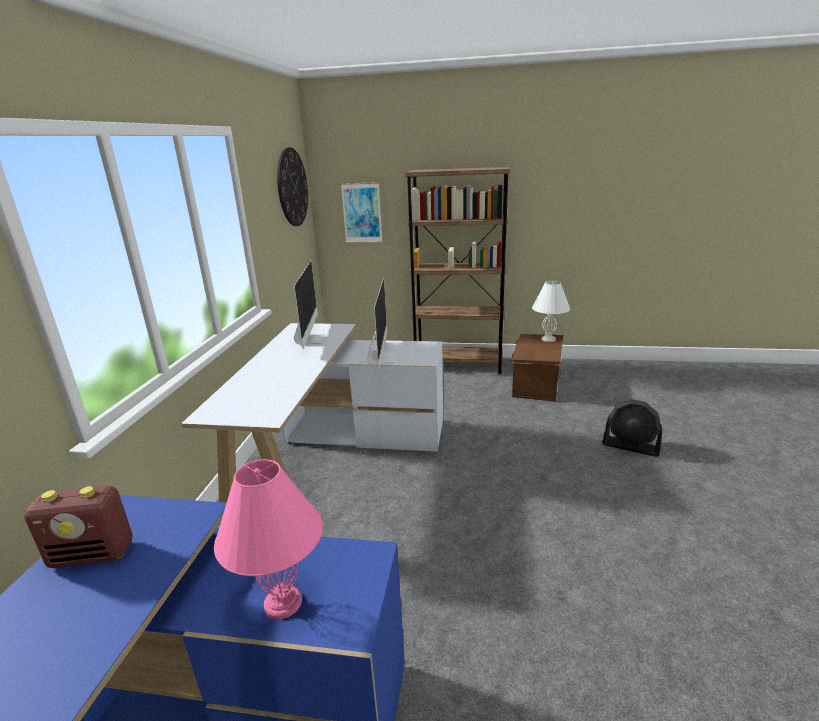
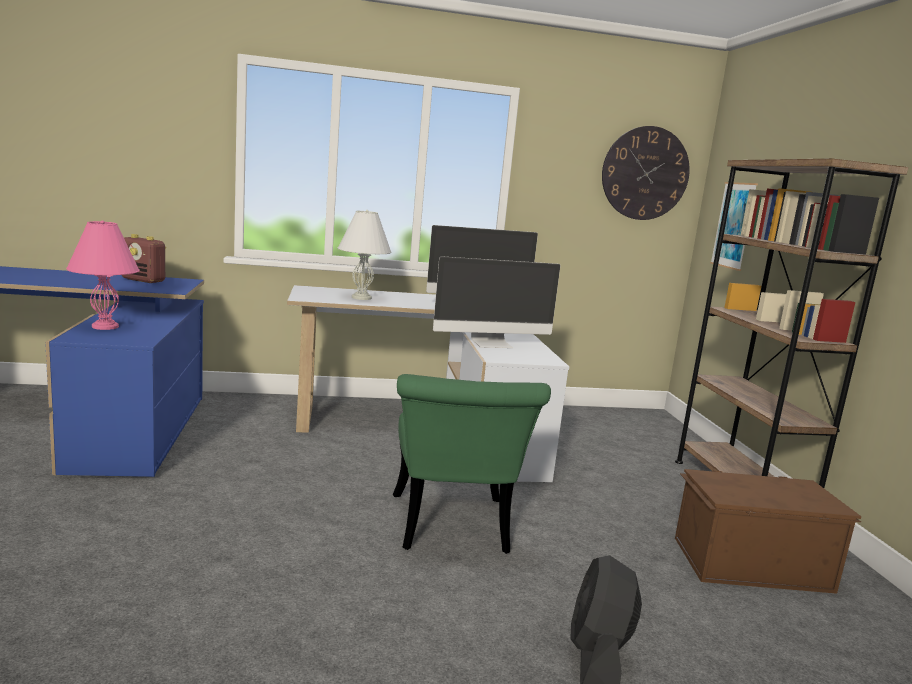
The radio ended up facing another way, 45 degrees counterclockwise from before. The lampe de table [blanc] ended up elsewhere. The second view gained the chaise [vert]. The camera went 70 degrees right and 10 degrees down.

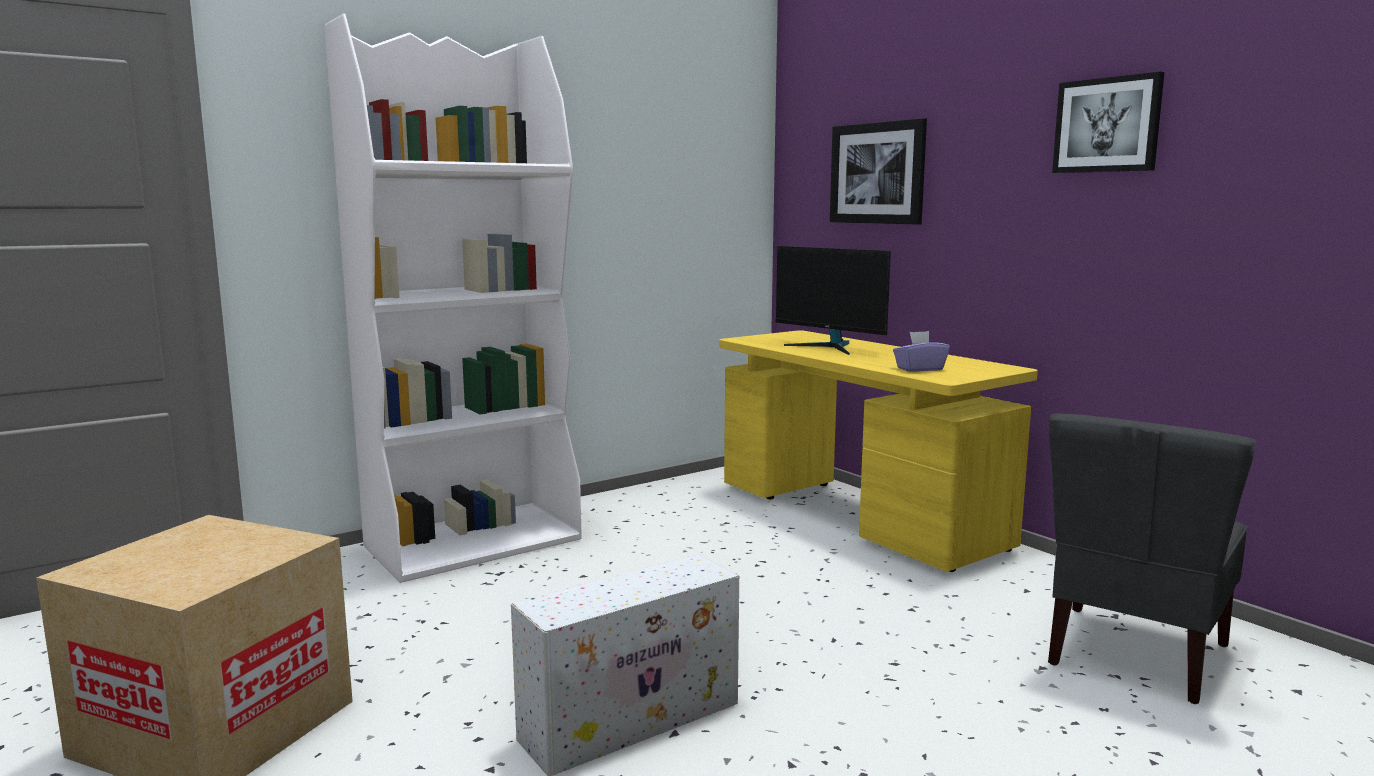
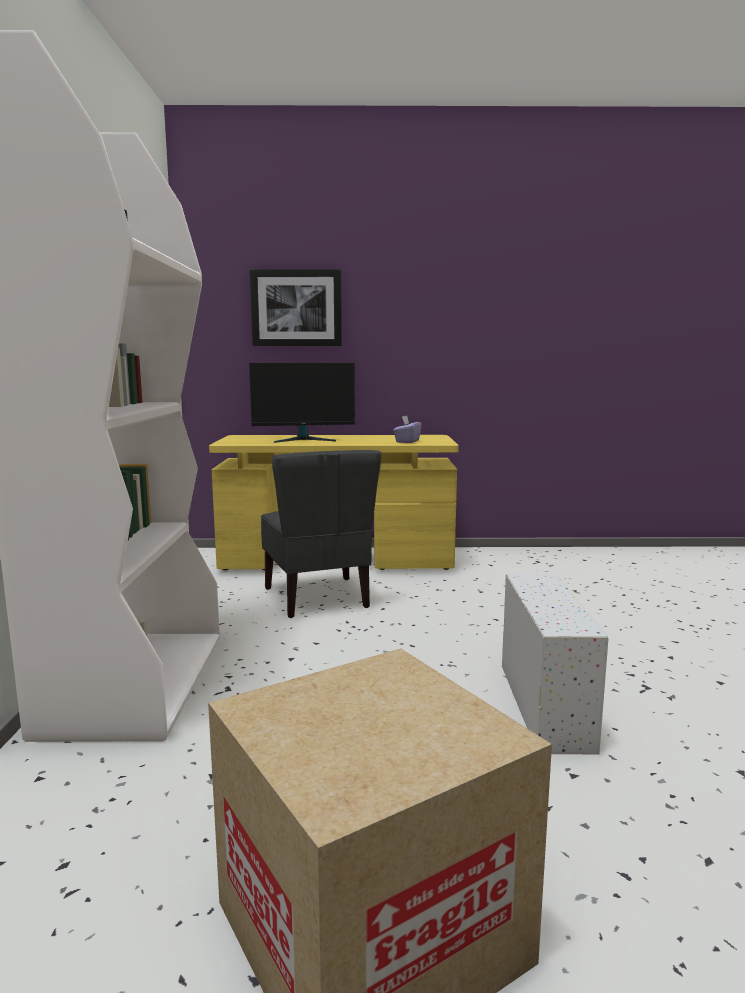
The chaise [gris] ended up elsewhere. The second view lost the tableau (no. 2 from left). The camera went 55 degrees left and 0 degrees up.

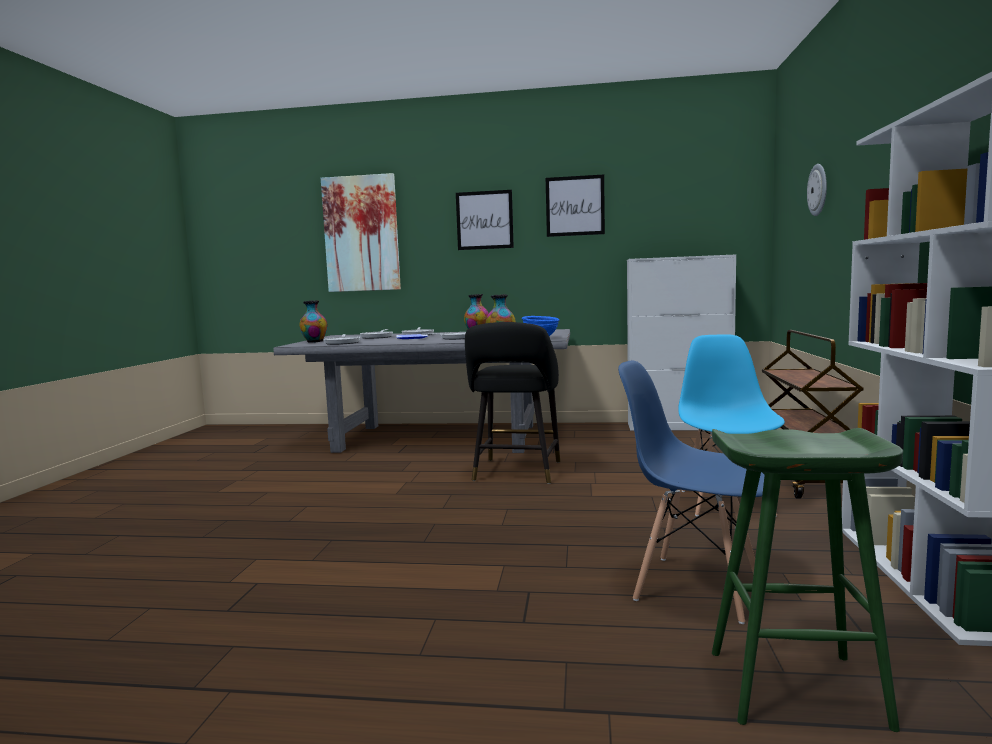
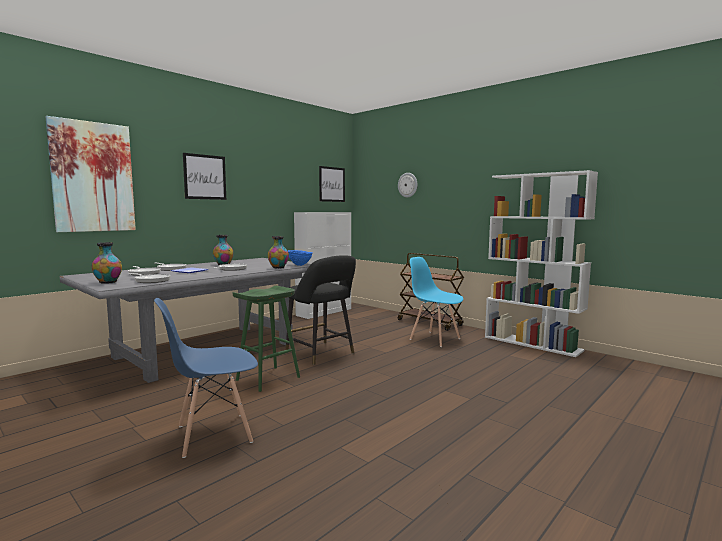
The tableau (no. 3 from left) ended up elsewhere. The chaise [bleu] (no. 1 from left) ended up elsewhere. The tabouret [vert] ended up elsewhere. The camera went 55 degrees left and 0 degrees up.

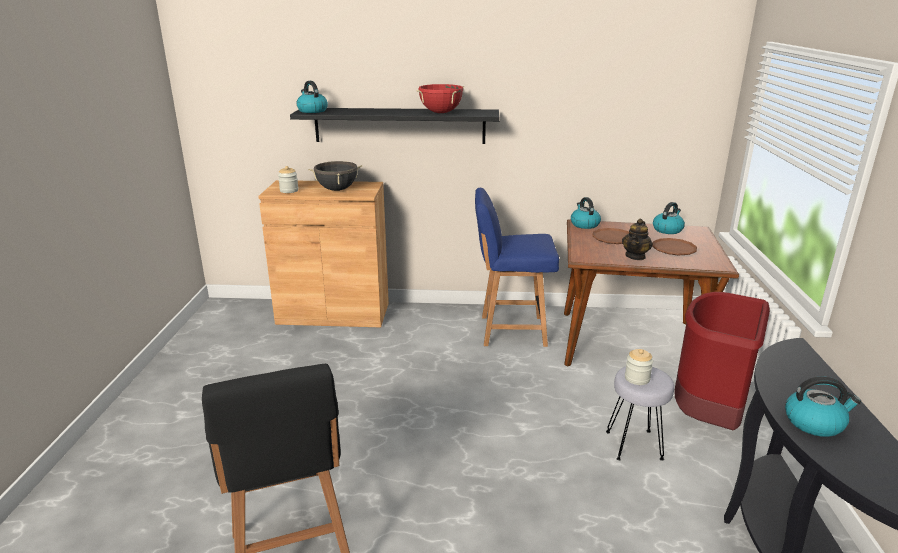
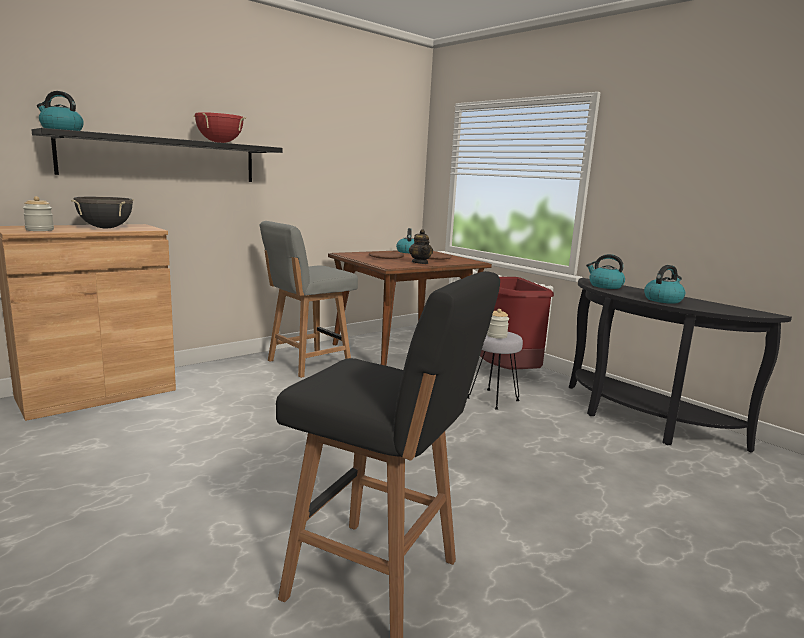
What was the chaise [bleu] turned into the chaise [gris]. The bouilloire (no. 2 from left in the first image) ended up elsewhere. The camera went 45 degrees left and 10 degrees down.

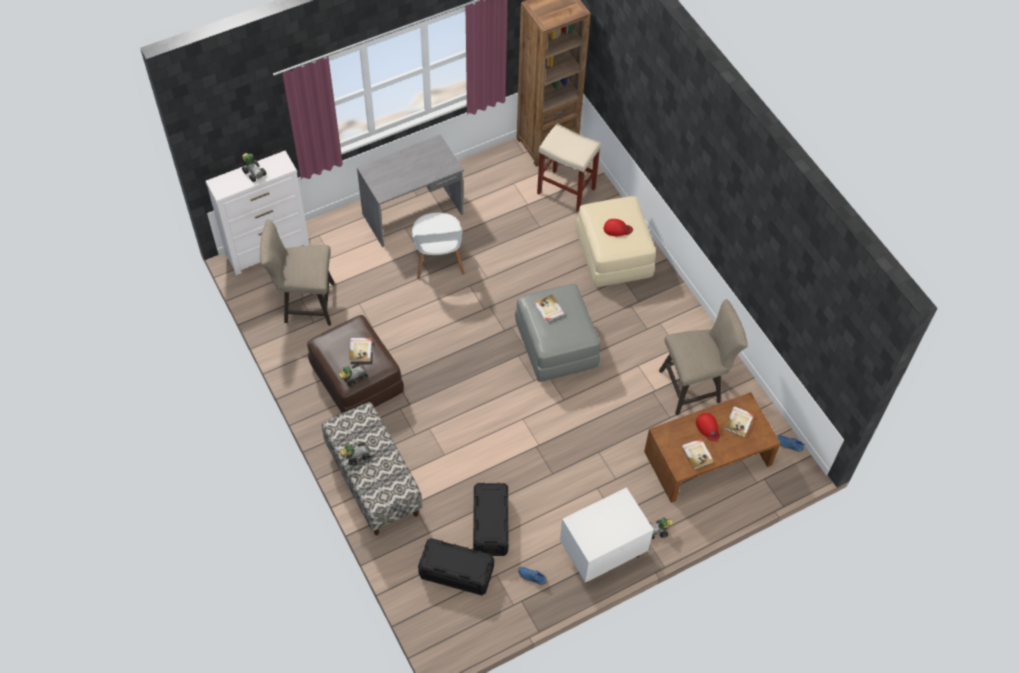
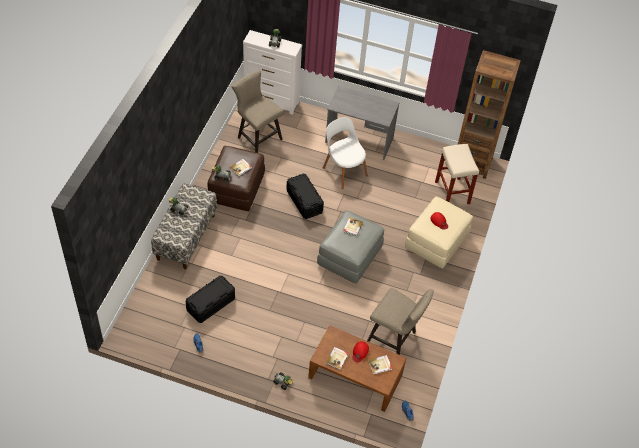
The chaise [blanc] ended up facing another way, 105 degrees clockwise from before. The boîte de rangement [noir] (no. 1 from left in the first image) ended up elsewhere. The second view lost the table de chevet [blanc]. The camera went 45 degrees right and 5 degrees down.

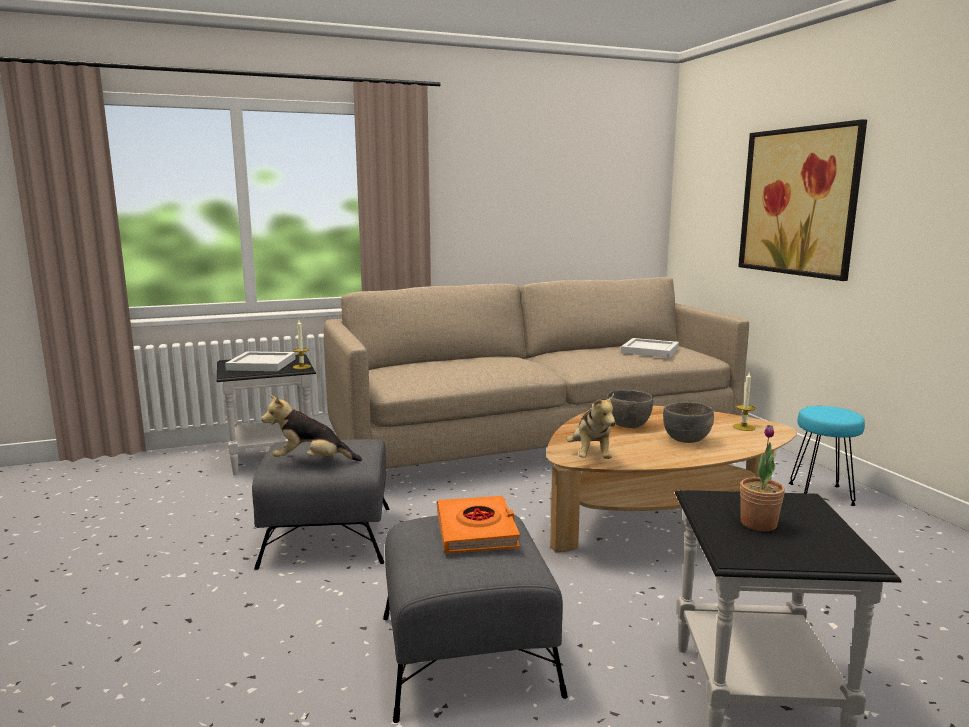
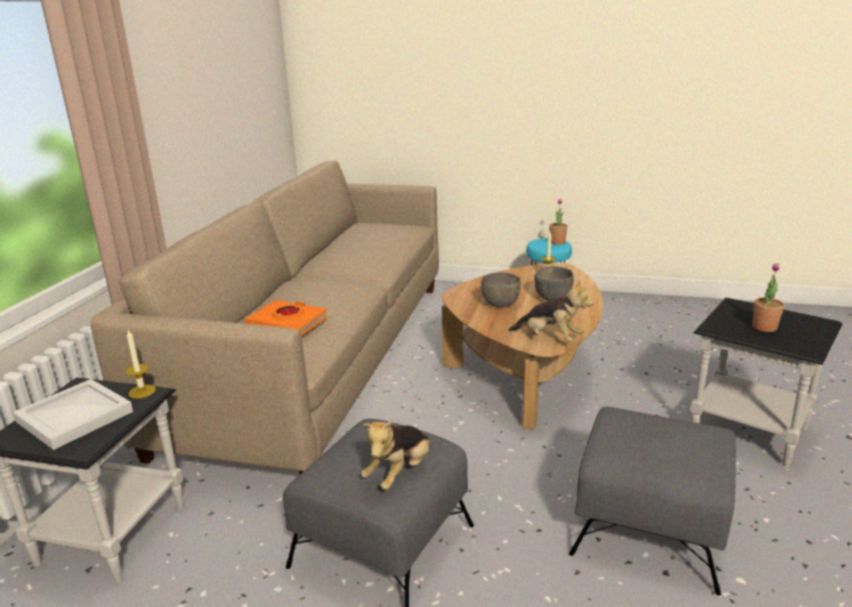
The livre [orange] ended up elsewhere. The second view lost the plateau [blanc] (no. 2 from left). The second view lost the tableau. The second view gained the plante en pot (no. 1 from left). The camera went 55 degrees left and 10 degrees up.

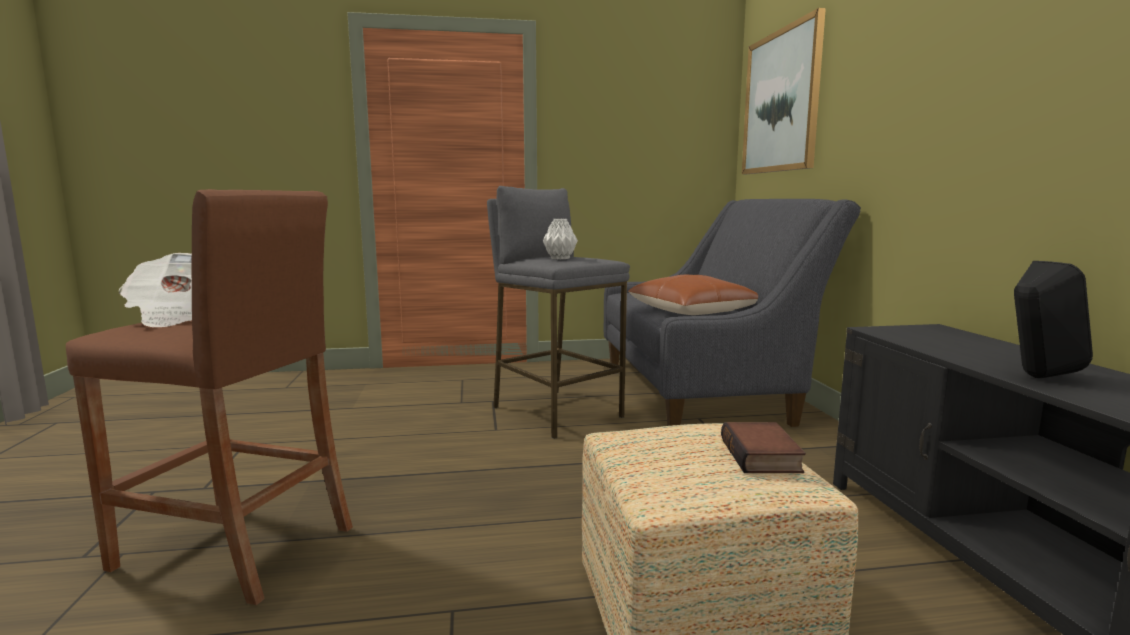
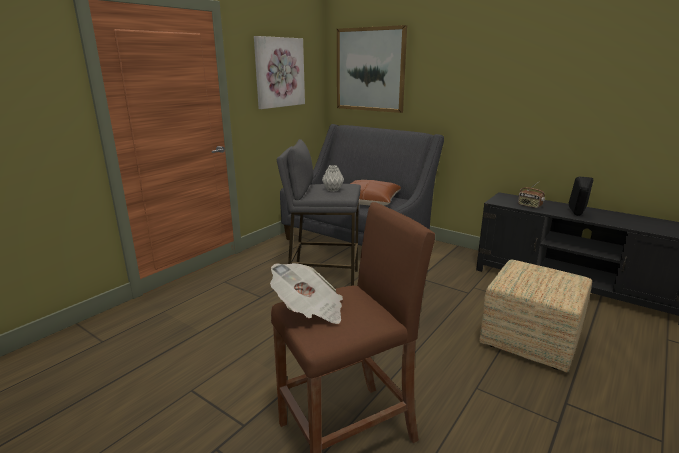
The second view lost the livre. The second view gained the tableau (no. 1 from left). The second view gained the radio. The camera went 45 degrees left and 10 degrees up.

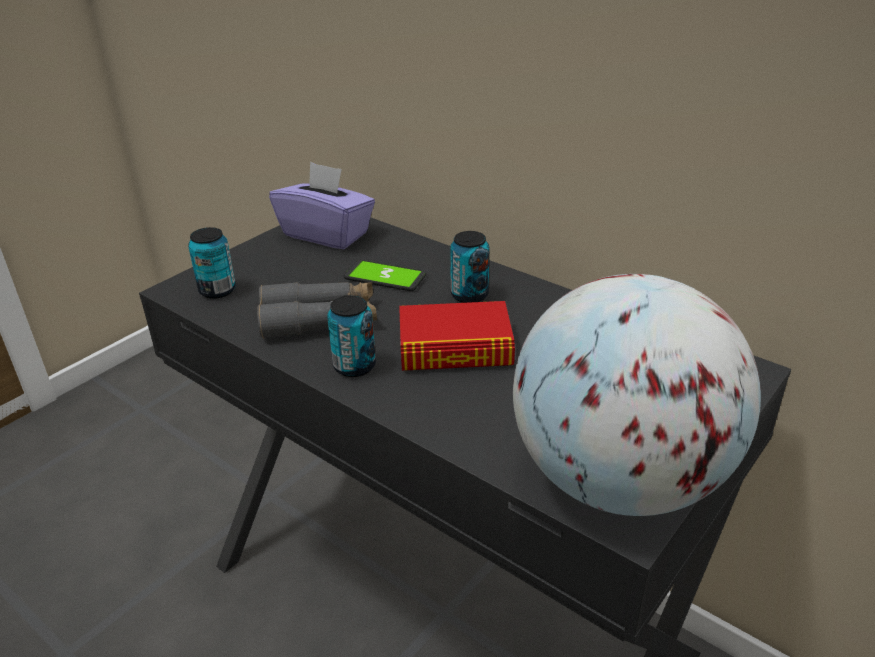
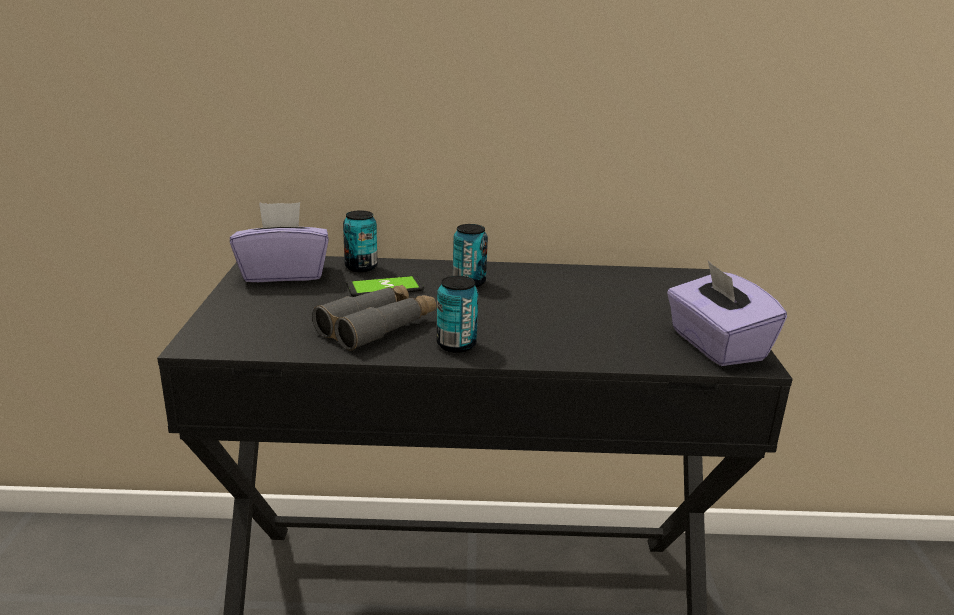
The boîte métallique (no. 1 from left) ended up elsewhere. The second view lost the livre. Where the globe stood, the boîte à mouchoirs [violet] (no. 2 from left) came to stand. The camera went 40 degrees left and 10 degrees down.

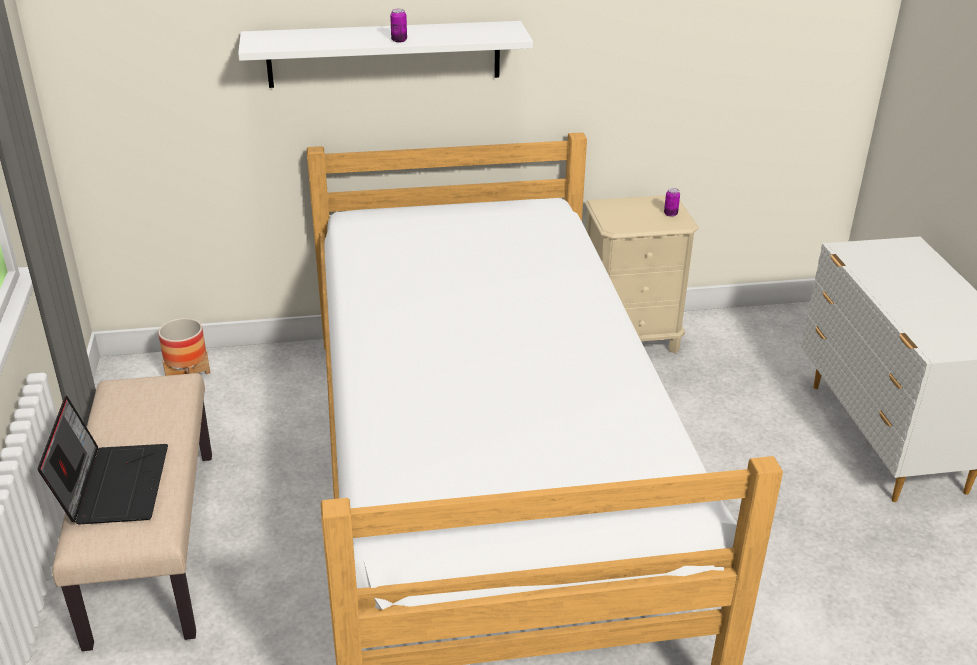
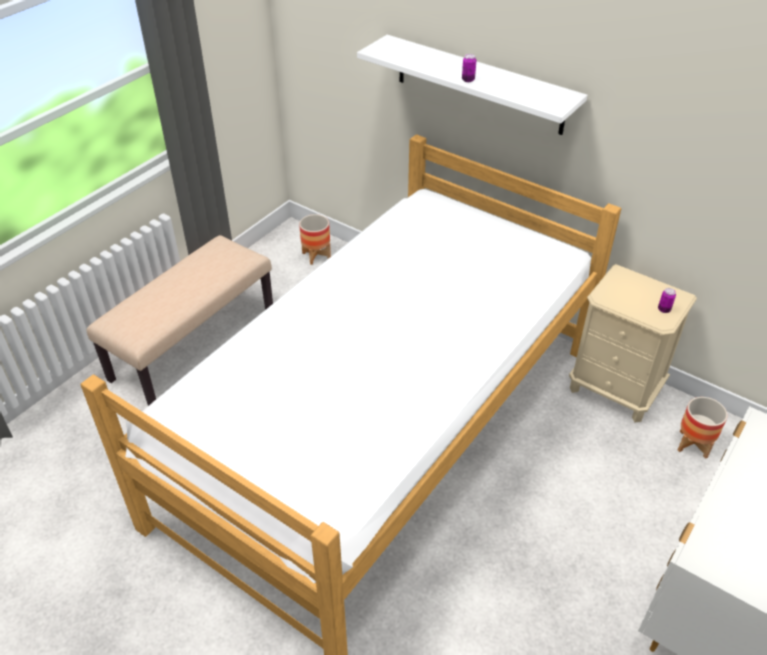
The second view lost the ordinateur portable. The second view gained the cache-pot (no. 2 from left). The camera went 45 degrees right and 10 degrees up.

